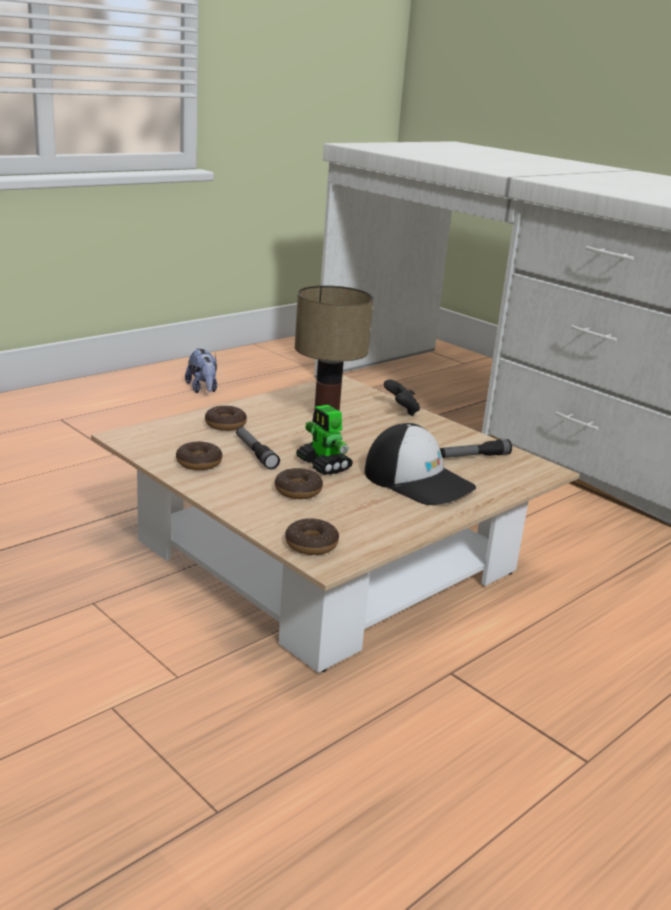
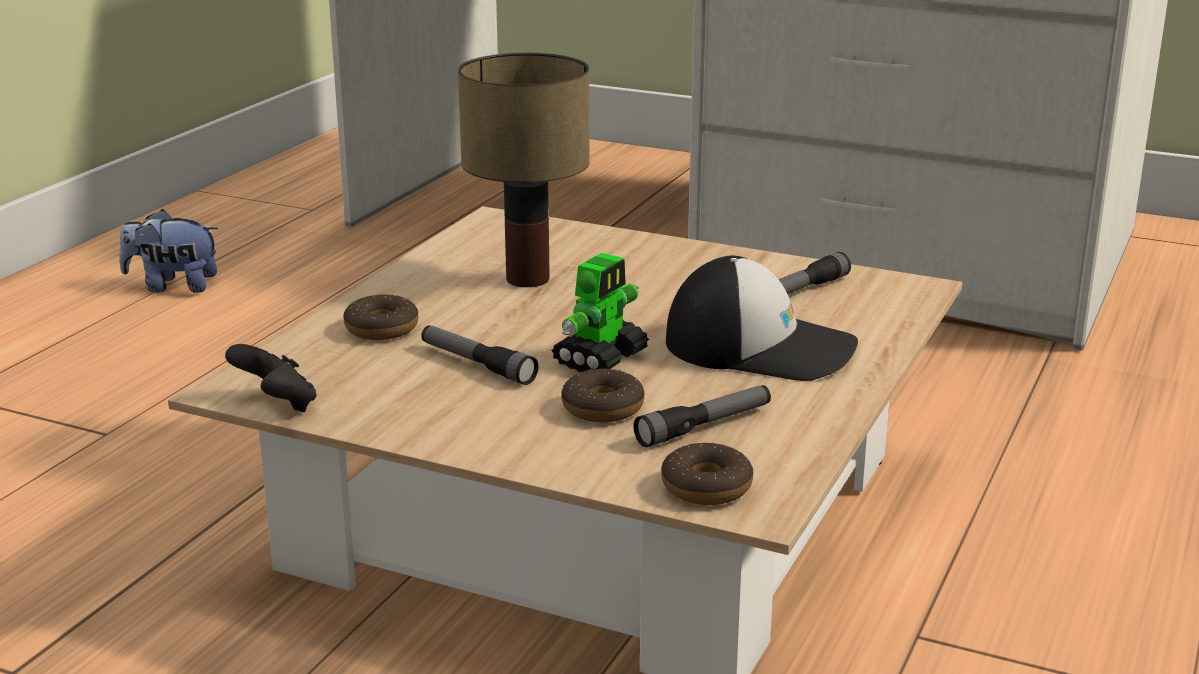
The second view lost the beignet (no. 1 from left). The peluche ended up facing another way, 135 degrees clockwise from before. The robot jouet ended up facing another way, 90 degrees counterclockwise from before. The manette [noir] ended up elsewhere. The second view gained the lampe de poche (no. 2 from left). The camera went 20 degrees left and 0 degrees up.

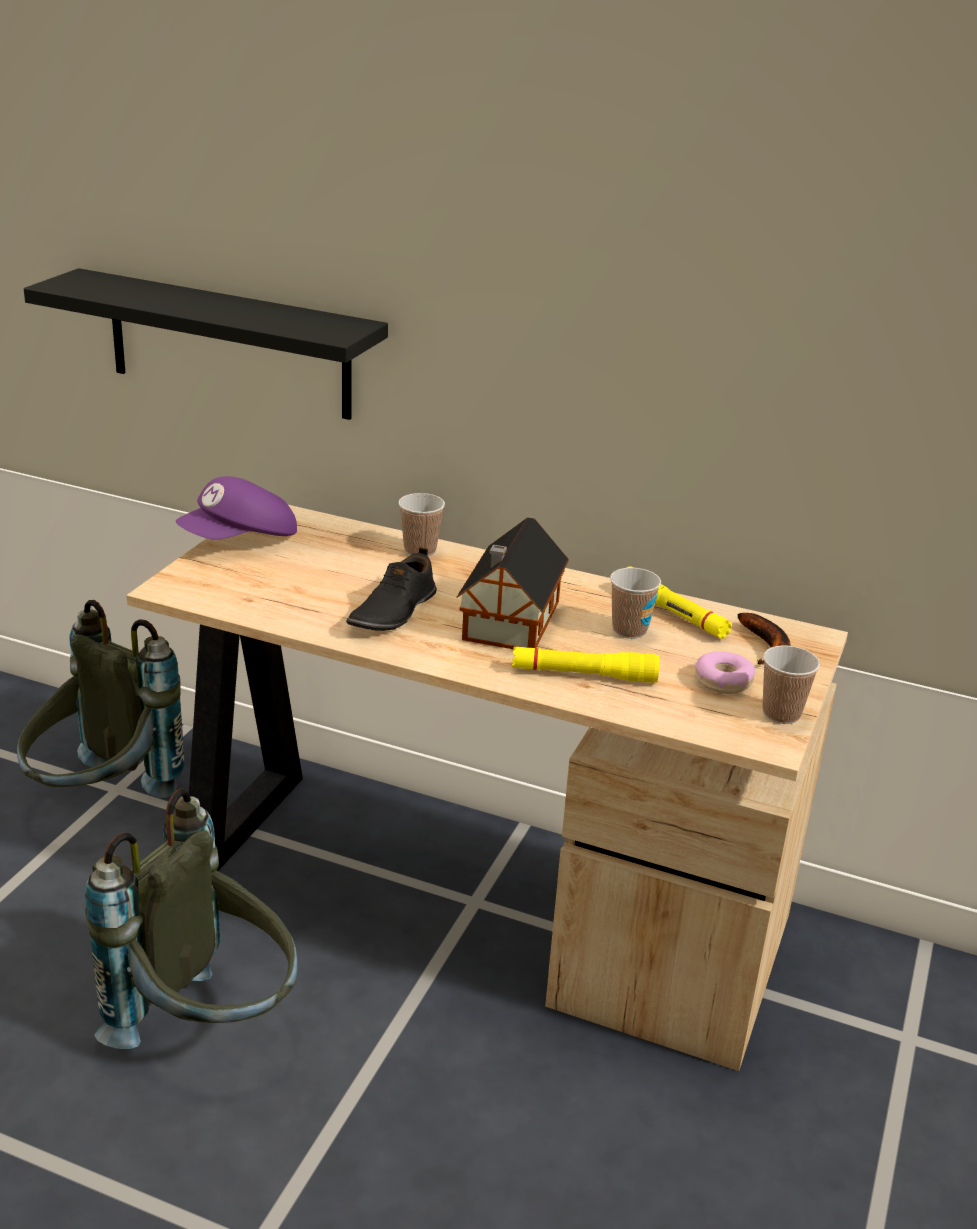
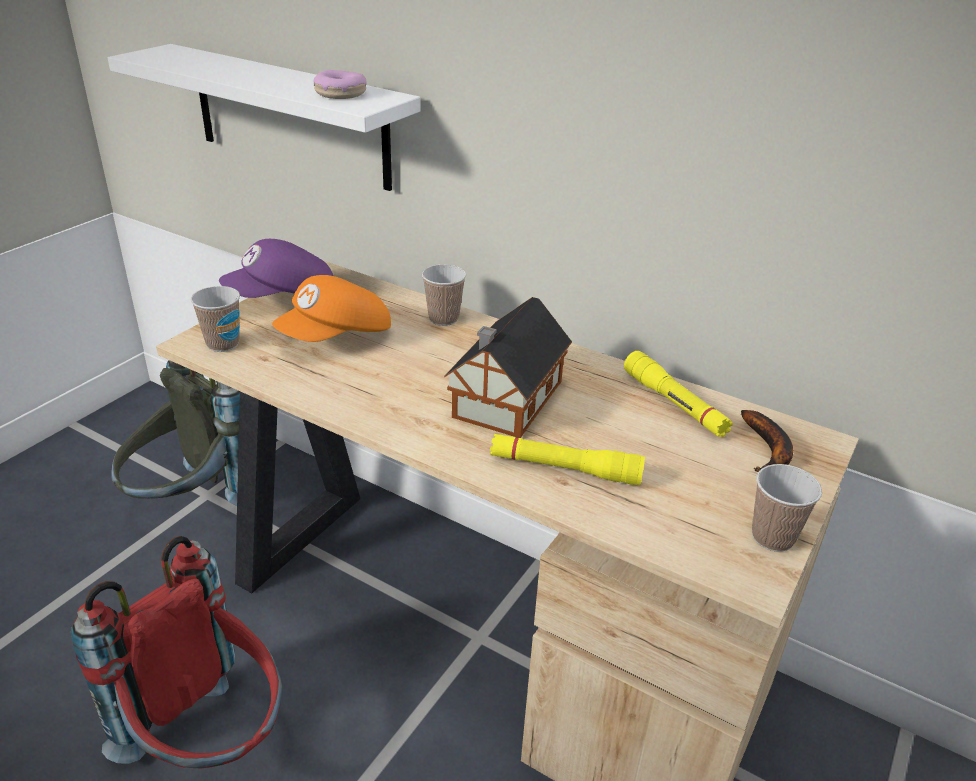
What was the étagère [noir] turned into the étagère [blanc]. What was the sac à dos [gris] (no. 2 from left) turned into the sac à dos [rouge]. The second view lost the chaussure [noir]. The tasse (no. 2 from left in the first image) ended up elsewhere. The beignet ended up elsewhere. The second view gained the casquette [orange]. The camera went 10 degrees right and 5 degrees up.

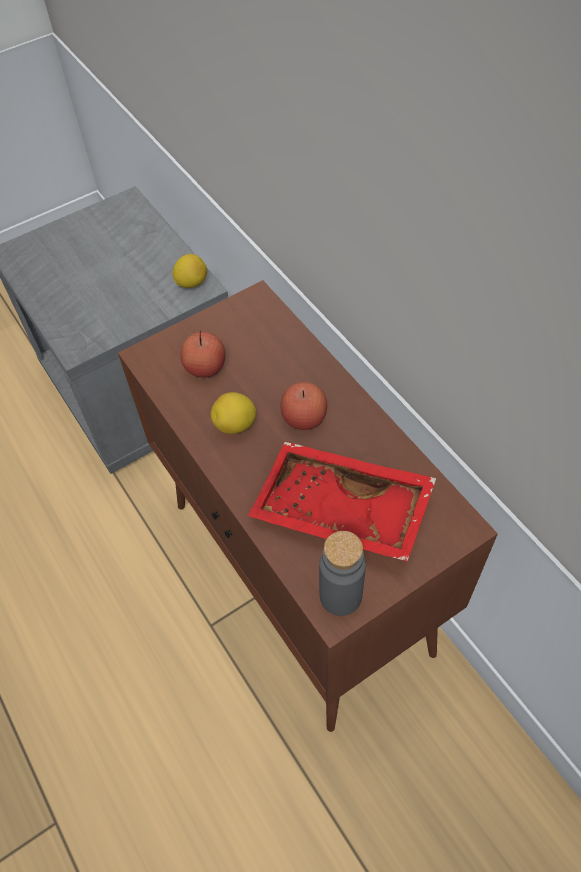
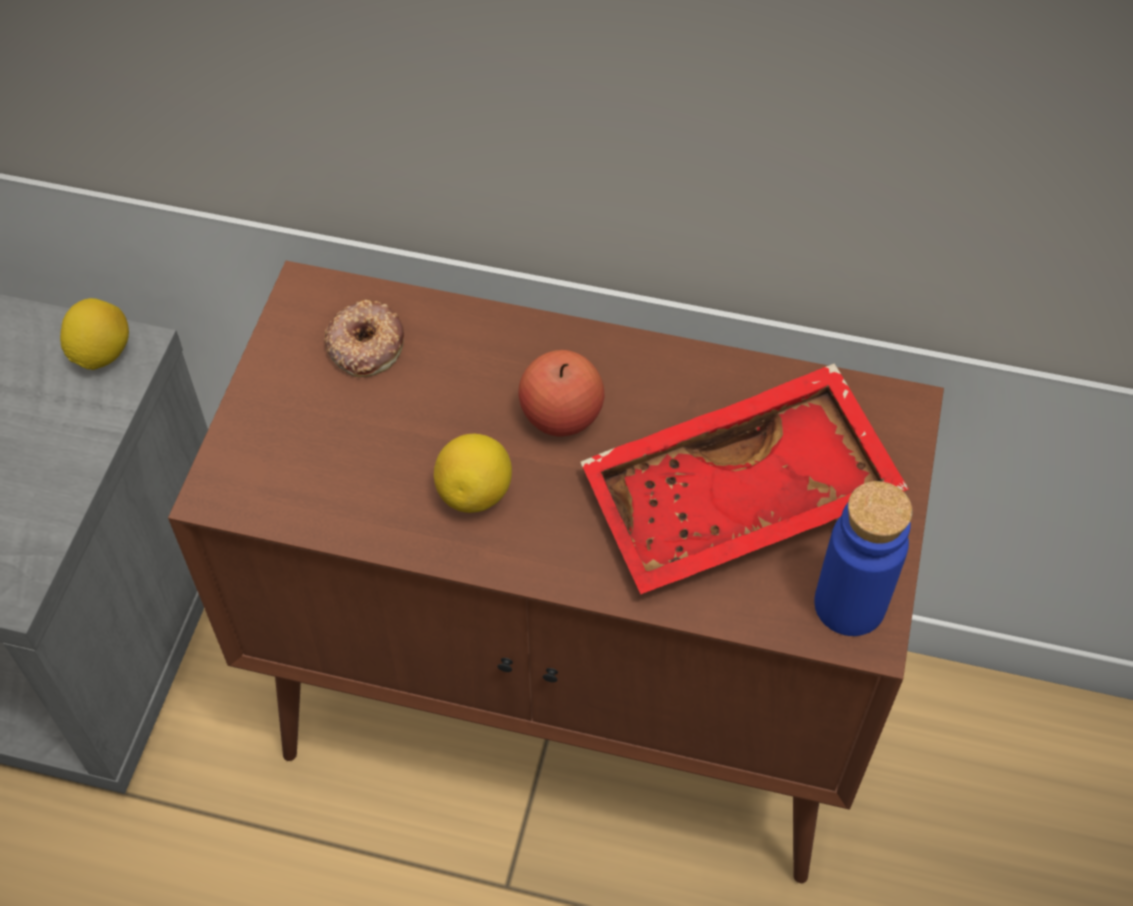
The second view lost the pomme (no. 1 from left). What was the bouteille [gris] turned into the bouteille [bleu]. The second view gained the beignet. The camera went 45 degrees left and 0 degrees up.

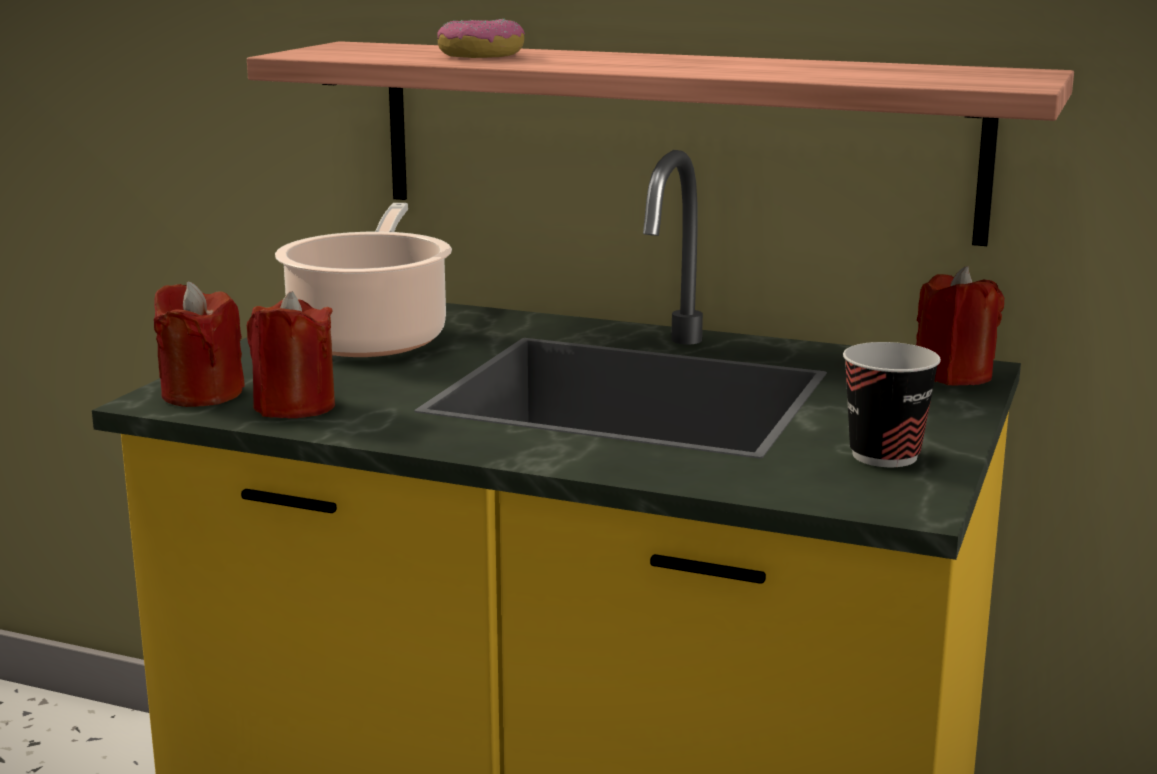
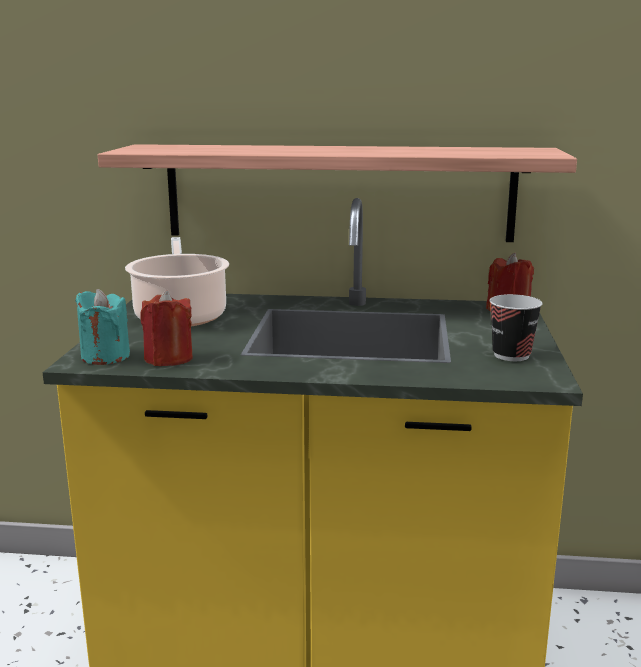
What was the bougie [rouge] (no. 1 from left) turned into the bougie [turquoise]. The second view lost the beignet. The camera went 15 degrees left and 0 degrees up.

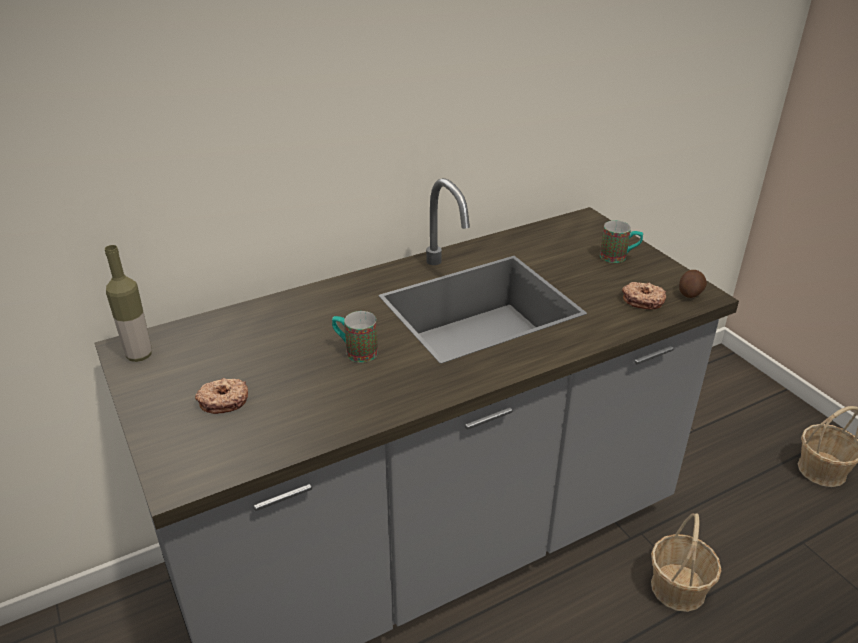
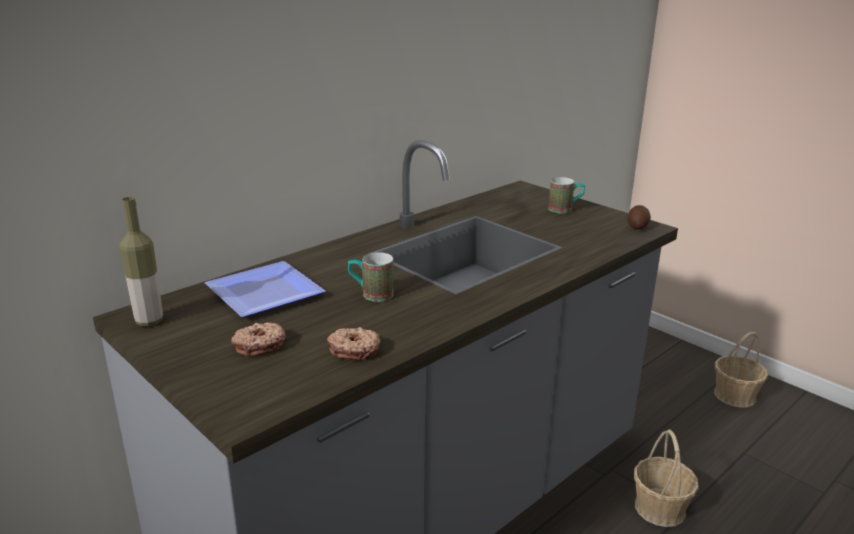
The beignet (no. 2 from left) ended up elsewhere. The second view gained the assiette. The camera went 15 degrees left and 10 degrees down.

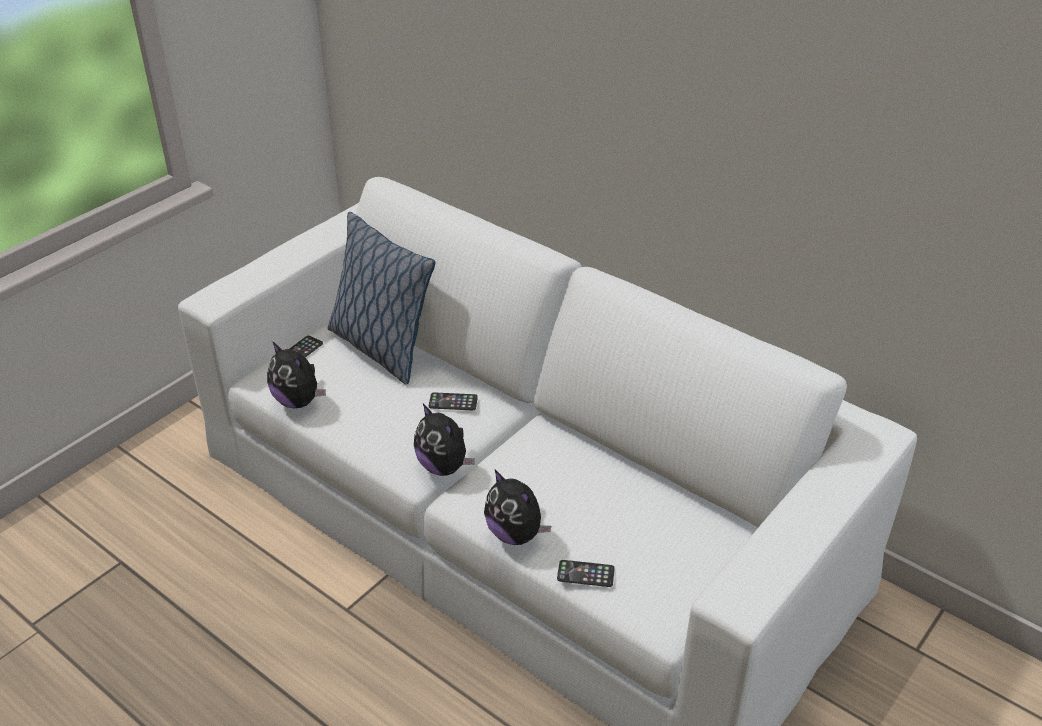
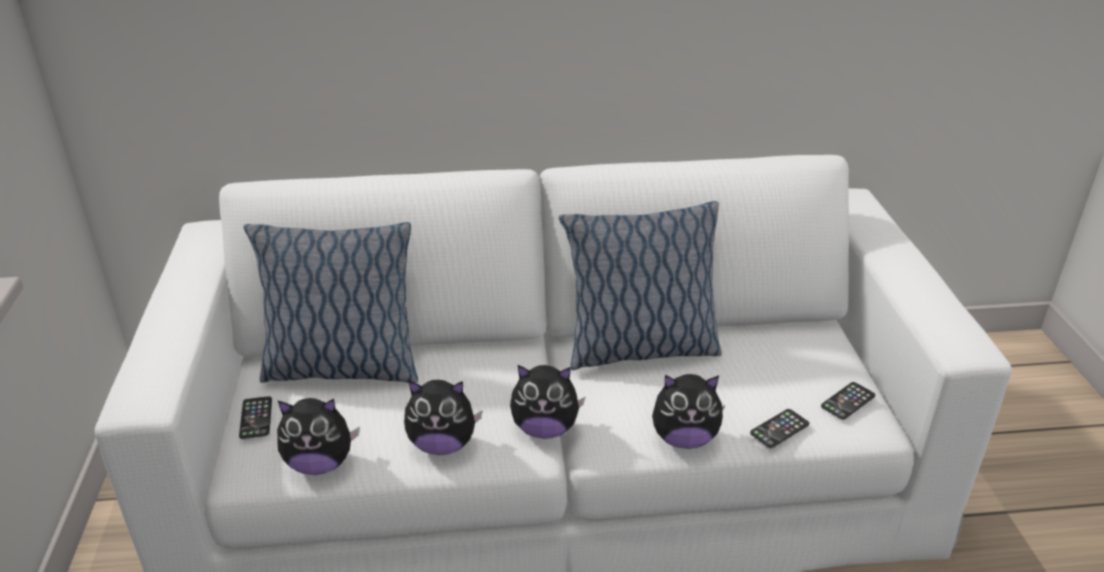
The téléphone (no. 2 from left in the first image) ended up elsewhere. The second view gained the peluche (no. 2 from left). The second view gained the coussin (no. 2 from left). The camera went 45 degrees left and 5 degrees down.

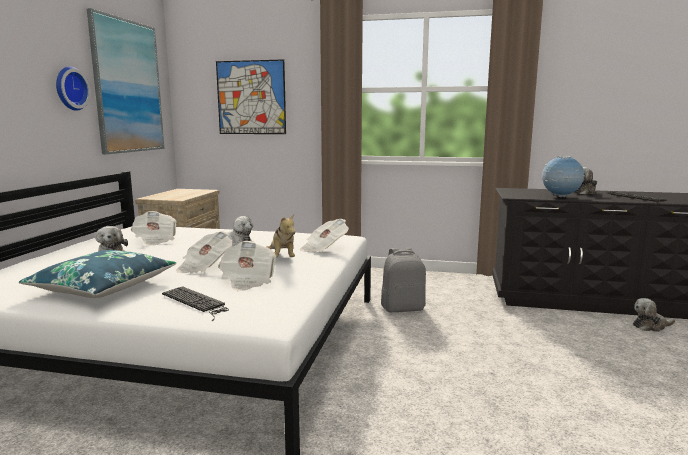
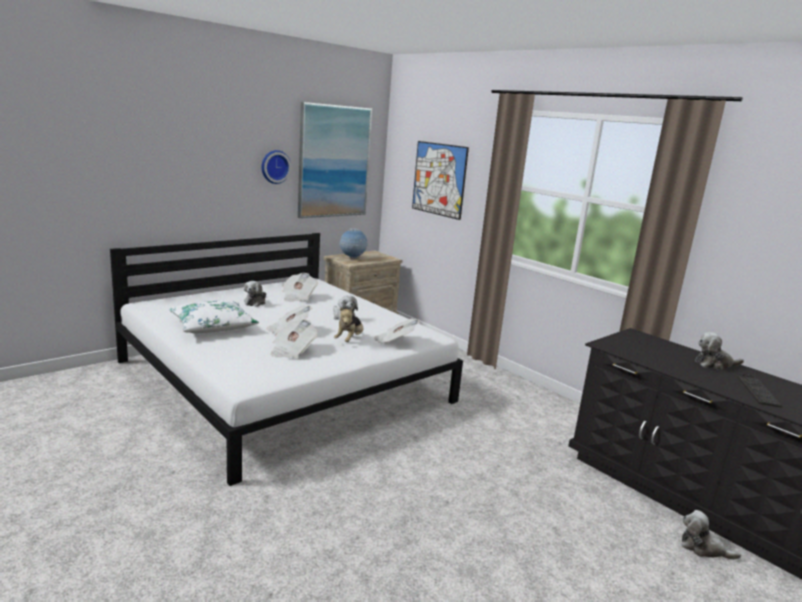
What was the coussin [bleu] turned into the coussin [blanc]. The second view lost the clavier (no. 1 from left). The second view lost the sac à dos [gris]. The globe ended up elsewhere. The camera went 35 degrees right and 5 degrees up.

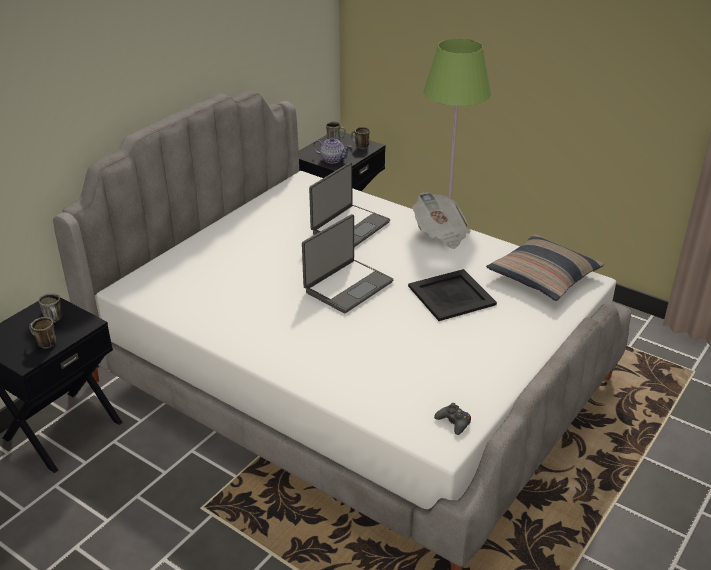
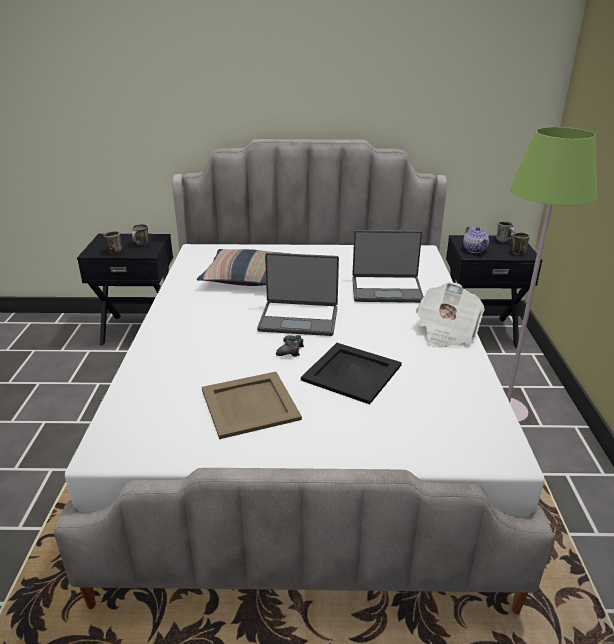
The manette [noir] ended up elsewhere. The coussin ended up elsewhere. The second view gained the plateau [beige]. The camera went 55 degrees right and 5 degrees down.

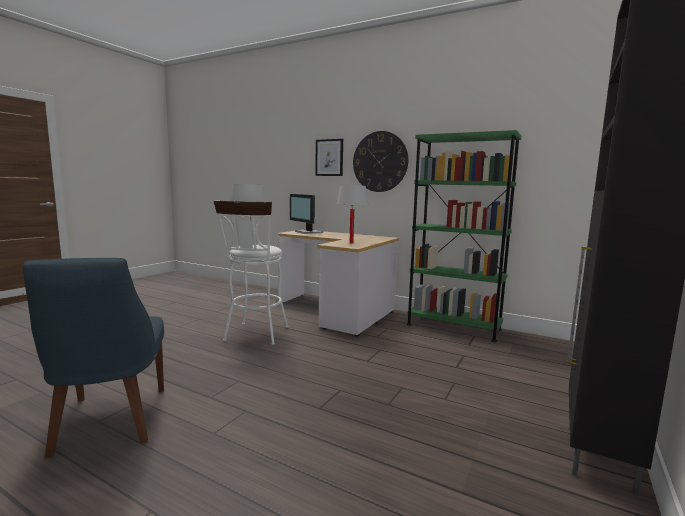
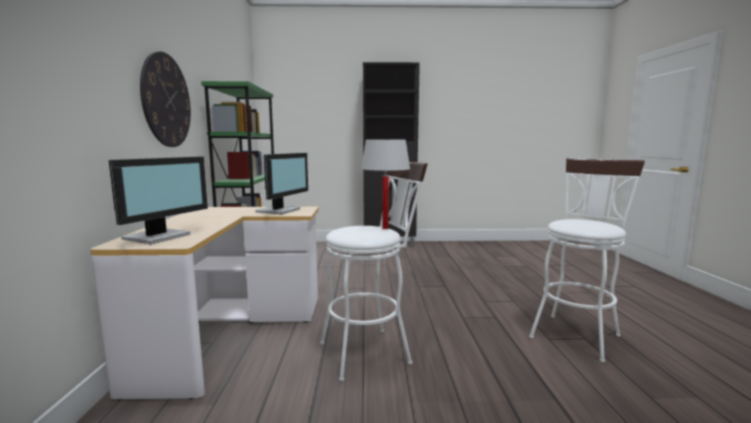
Where the chaise [bleu] stood, the tabouret [blanc] (no. 2 from left) came to stand. The second view lost the tableau. Where the lampe de table [blanc] (no. 2 from left) stood, the écran d'ordinateur (no. 2 from left) came to stand. The camera went 120 degrees left and 0 degrees up.

